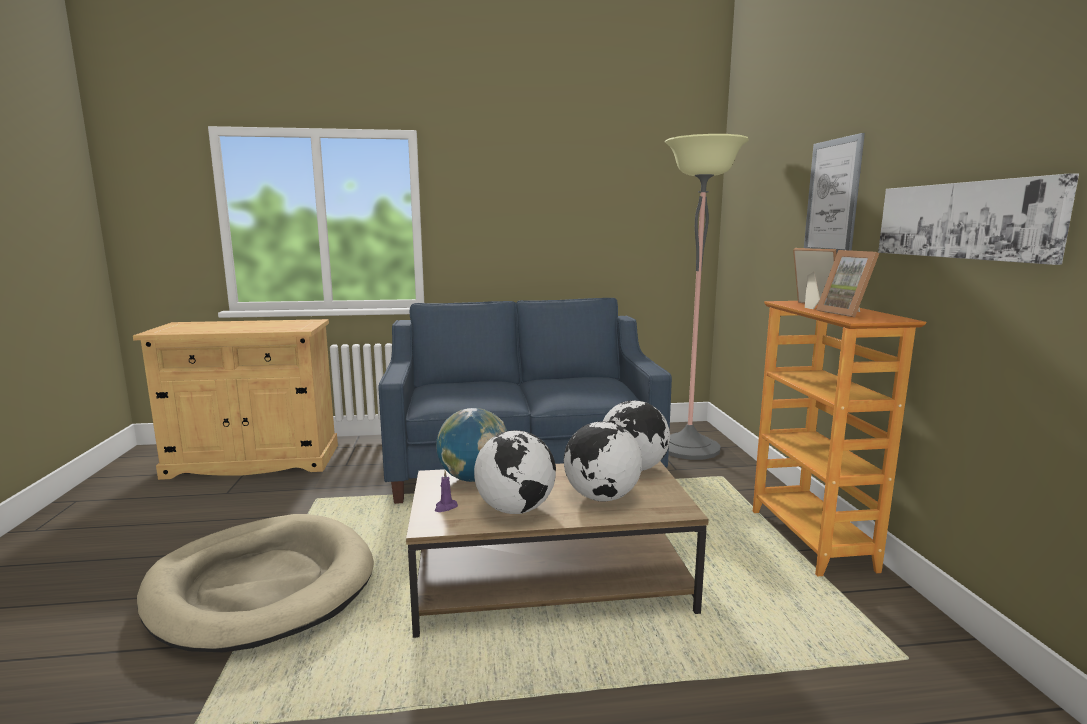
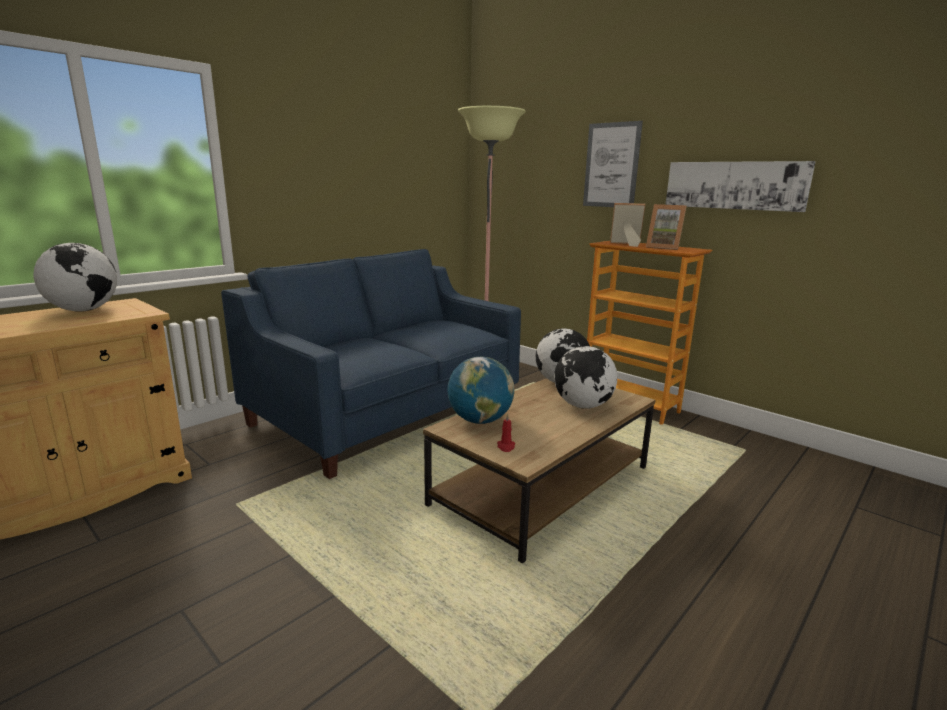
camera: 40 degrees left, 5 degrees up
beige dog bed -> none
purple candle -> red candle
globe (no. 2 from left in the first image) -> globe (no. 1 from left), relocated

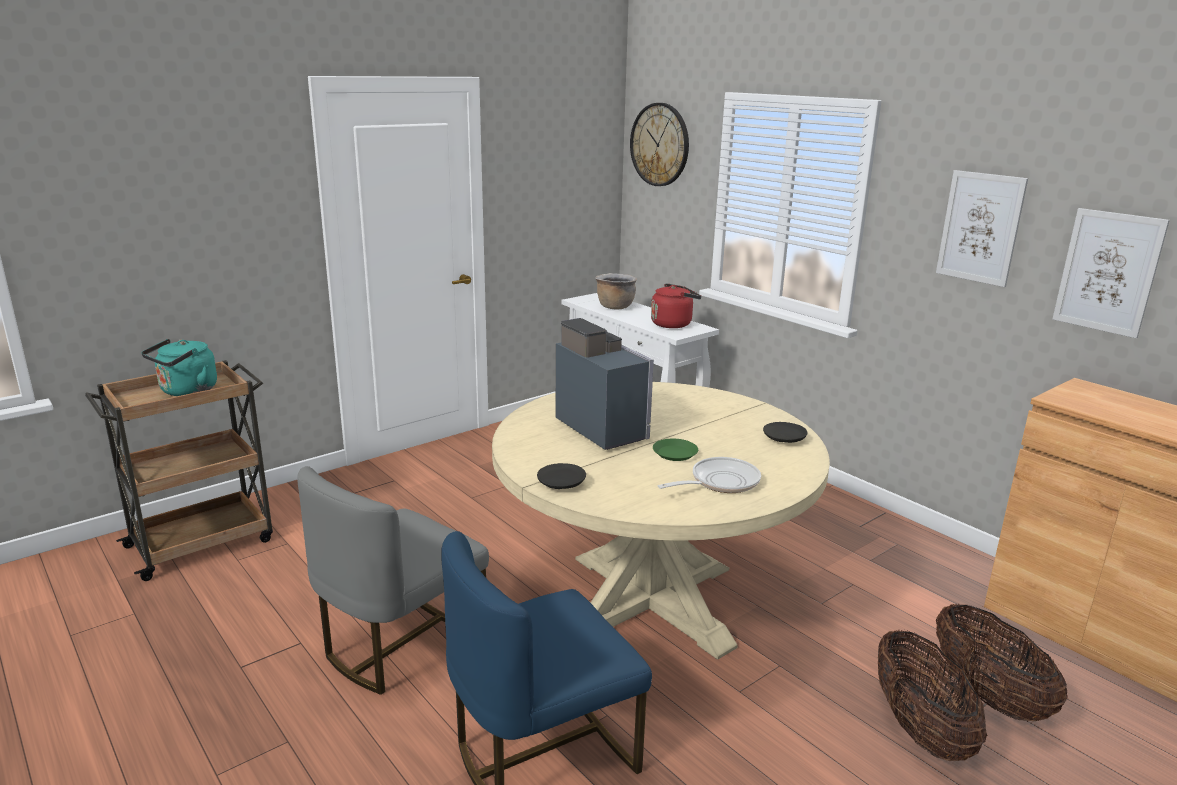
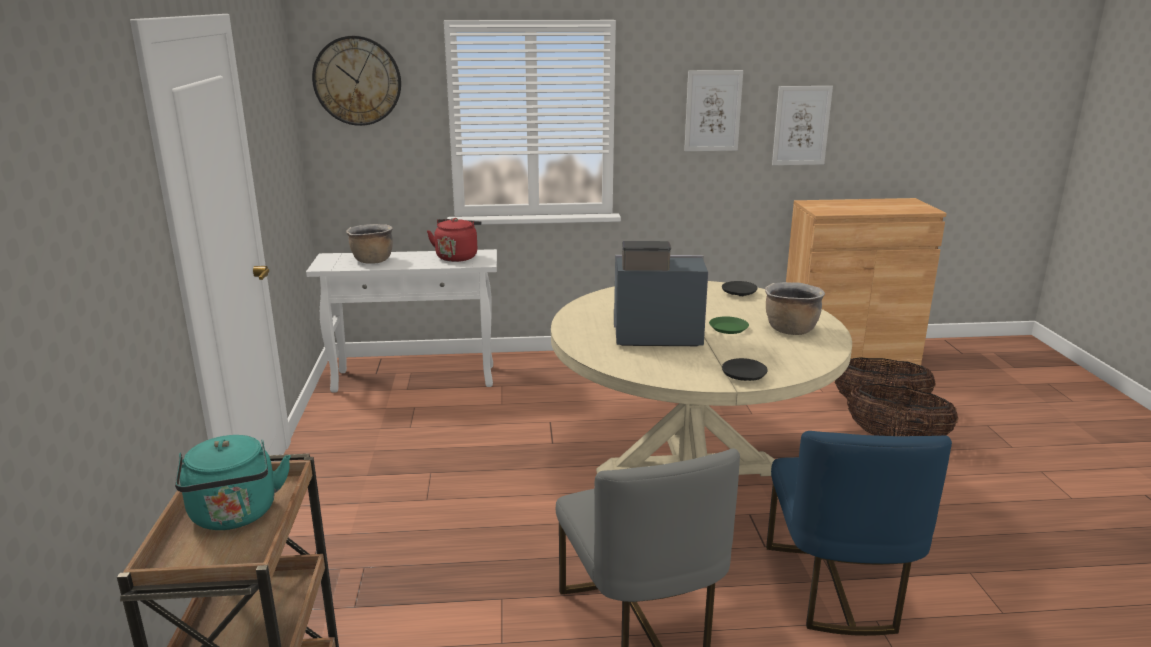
camera: 55 degrees left, 0 degrees up
frying pan -> brown cooking pot (no. 2 from left)

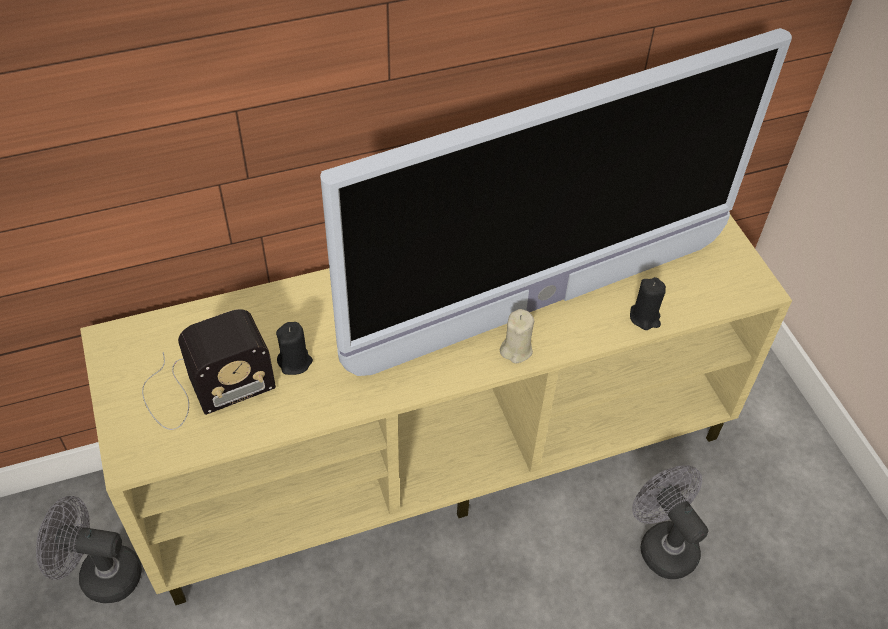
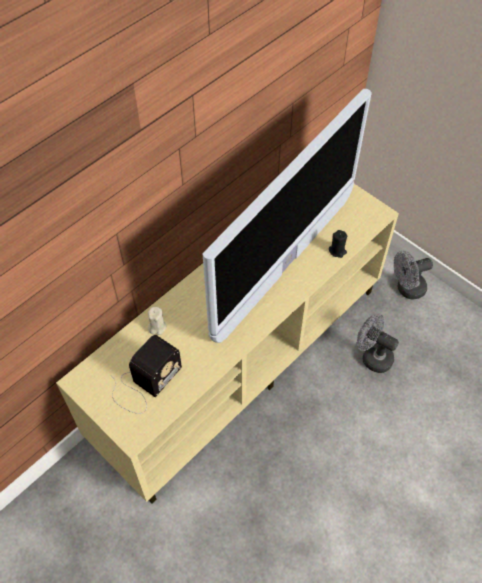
camera: 25 degrees left, 5 degrees up
grey fan (no. 1 from left in the first image) -> grey fan (no. 2 from left), relocated
black candle (no. 1 from left) -> none
beige candle, relocated

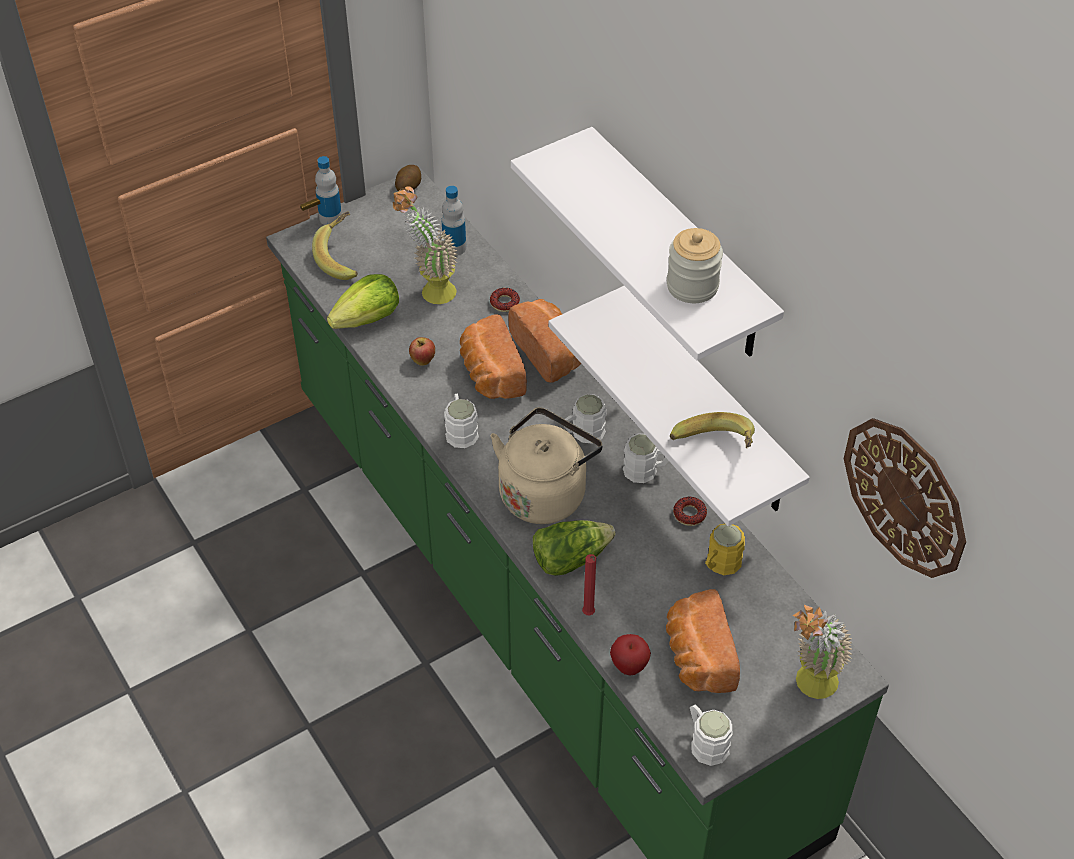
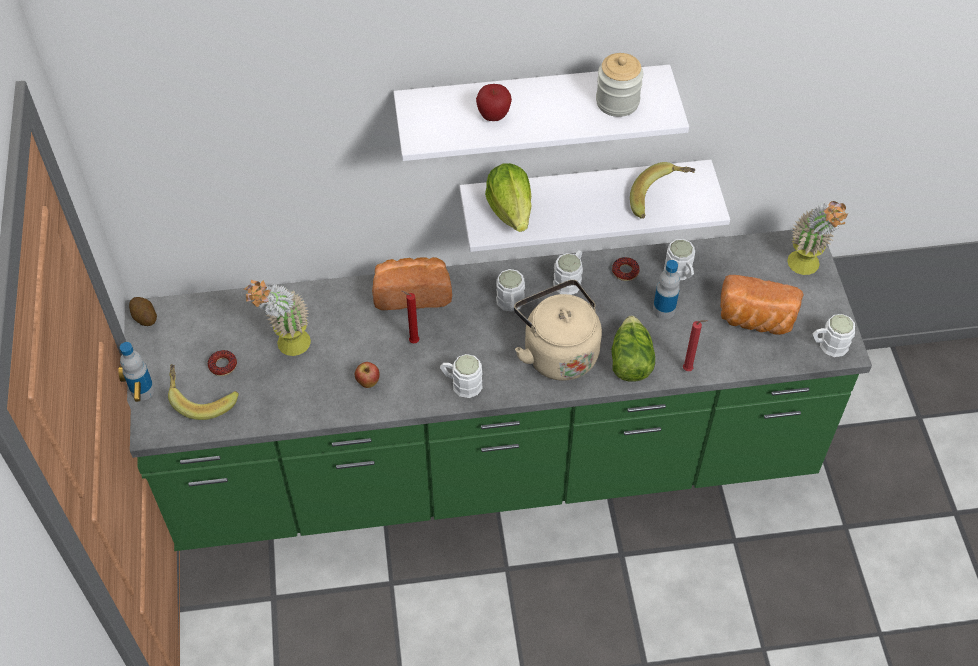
camera: 65 degrees left, 5 degrees up
lettuce (no. 1 from left), relocated
bottle (no. 2 from left), relocated
bread (no. 1 from left) -> red candle (no. 1 from left)
donut (no. 1 from left), relocated
apple (no. 2 from left), relocated
yellow mug -> white mug (no. 4 from left)
wall clock -> none

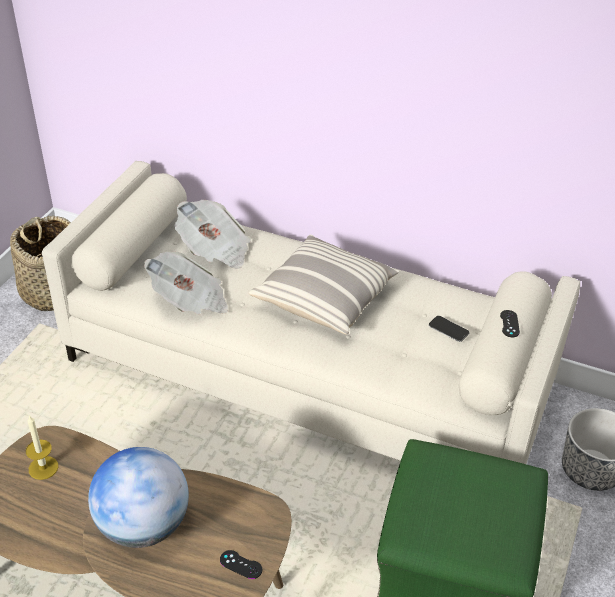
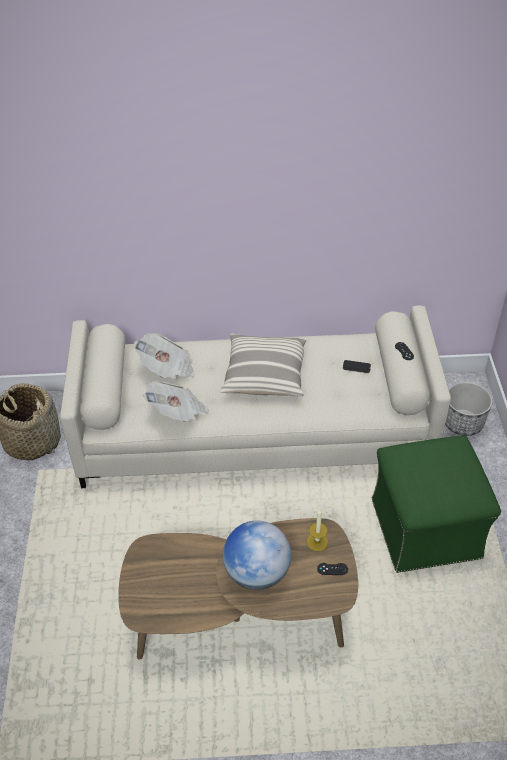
camera: 25 degrees left, 5 degrees up
candle, relocated

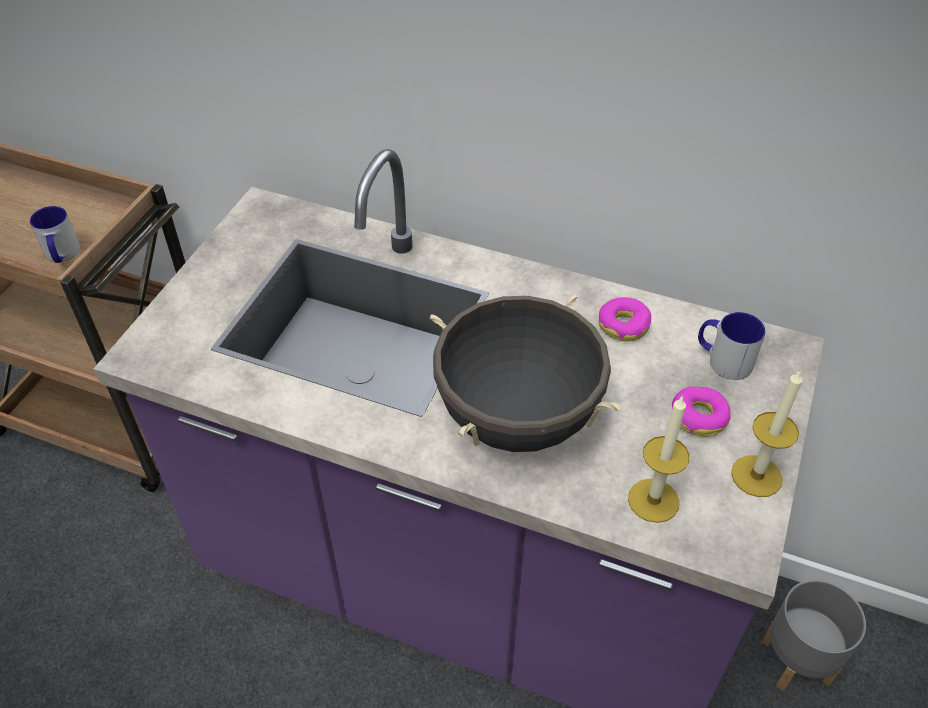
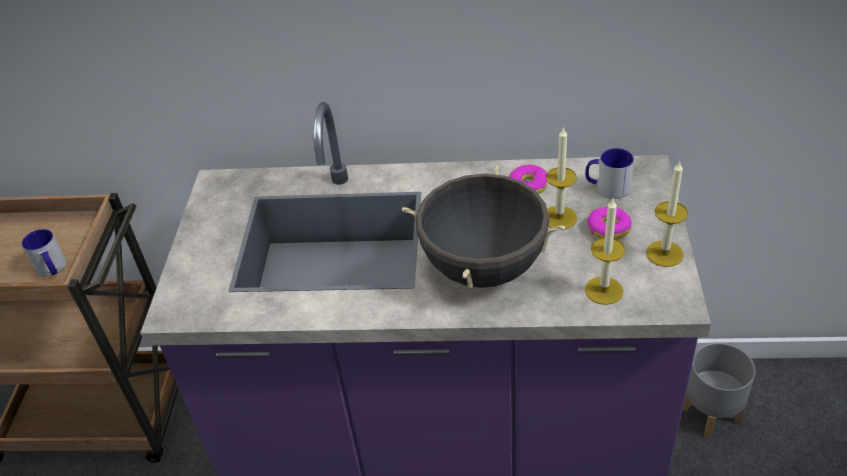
camera: 15 degrees left, 5 degrees down
none -> candle (no. 1 from left)

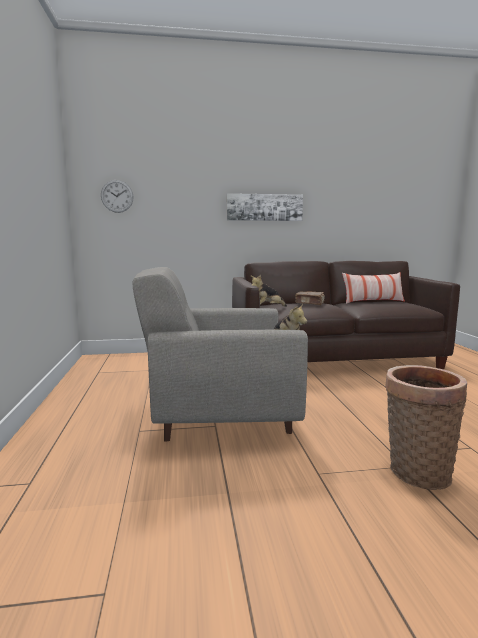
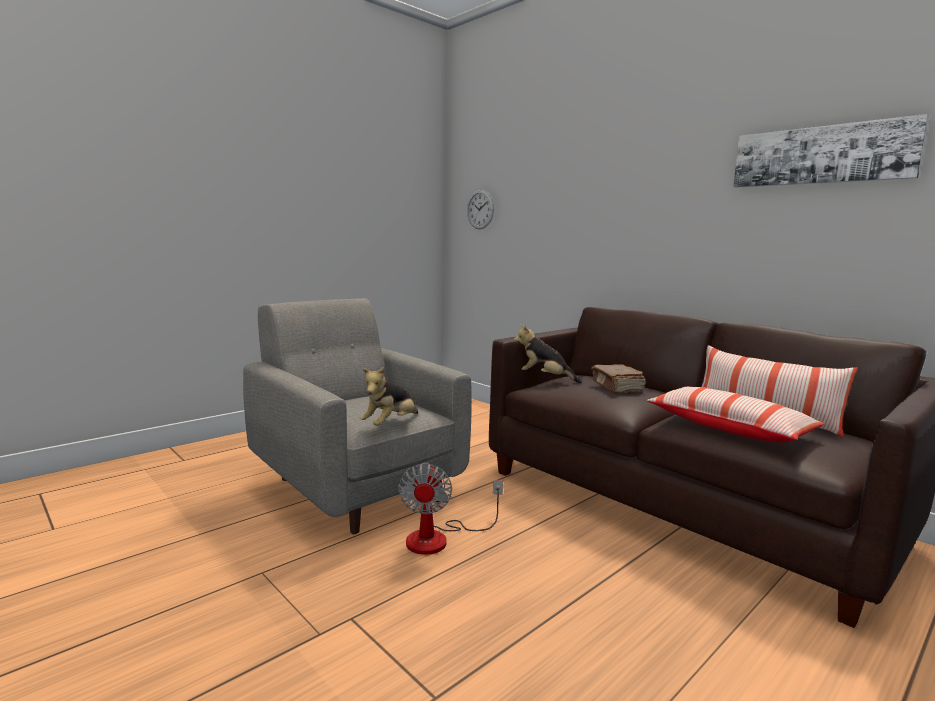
camera: 55 degrees right, 0 degrees up
picture, relocated
basket -> none
none -> fan
none -> pillow (no. 1 from left)

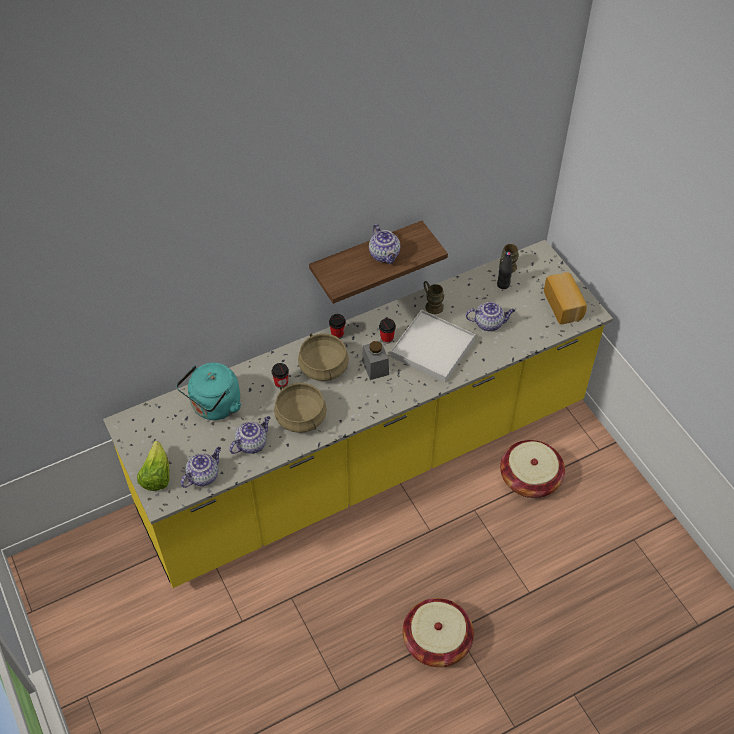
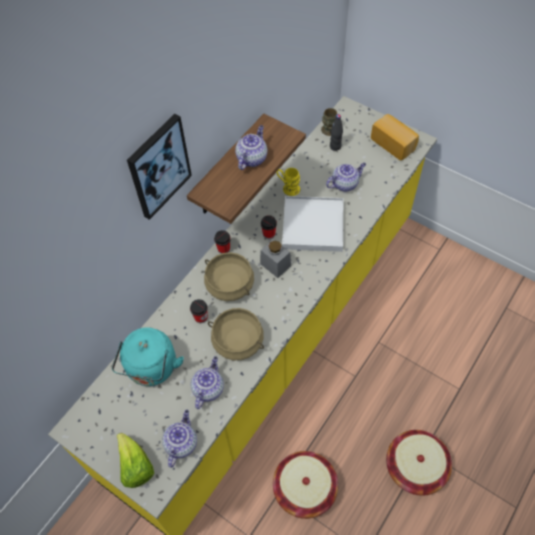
camera: 25 degrees left, 5 degrees up
teapot (no. 3 from left), 105 degrees counterclockwise
brown mug (no. 1 from left) -> yellow mug
basket (no. 2 from left in the first image) -> basket (no. 1 from left), relocated
none -> picture

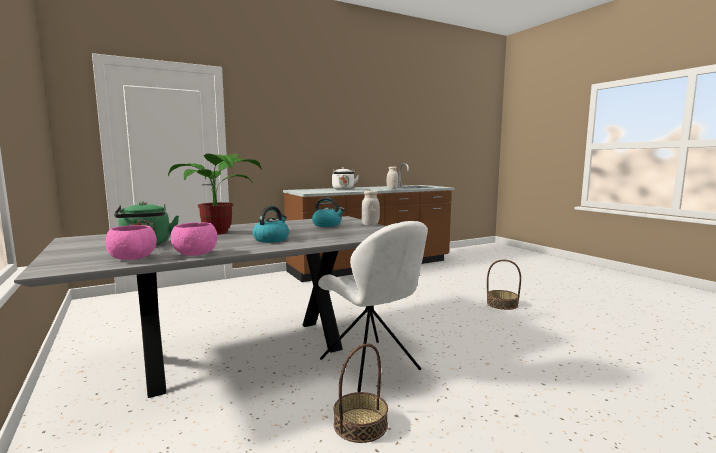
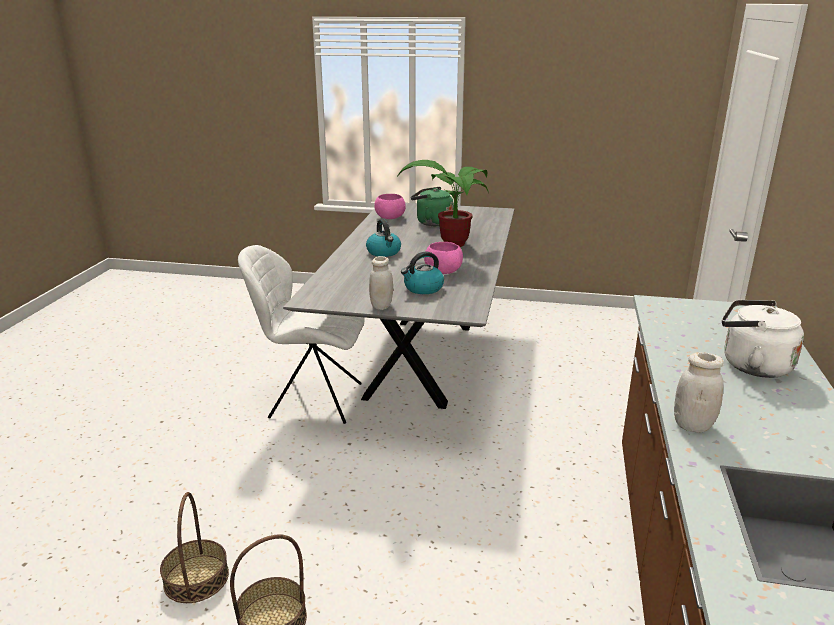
camera: 130 degrees right, 15 degrees up
pink bowl (no. 2 from left), relocated
basket (no. 1 from left), relocated

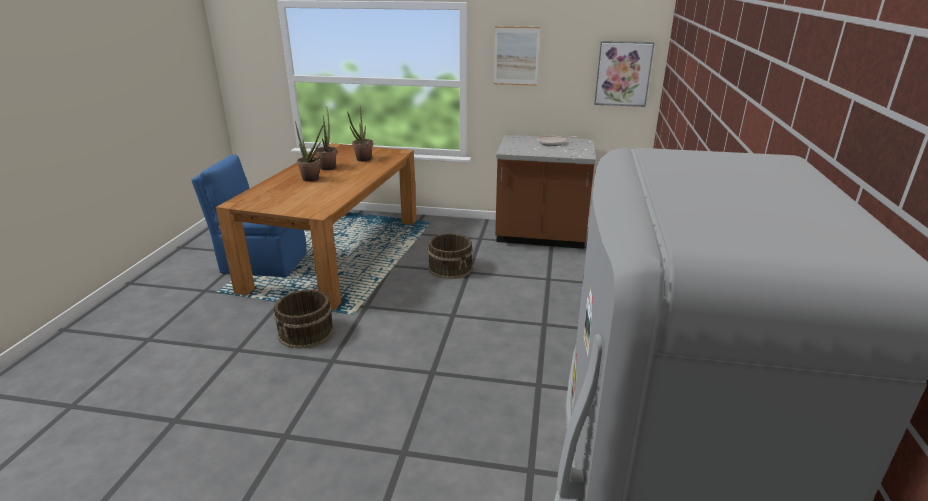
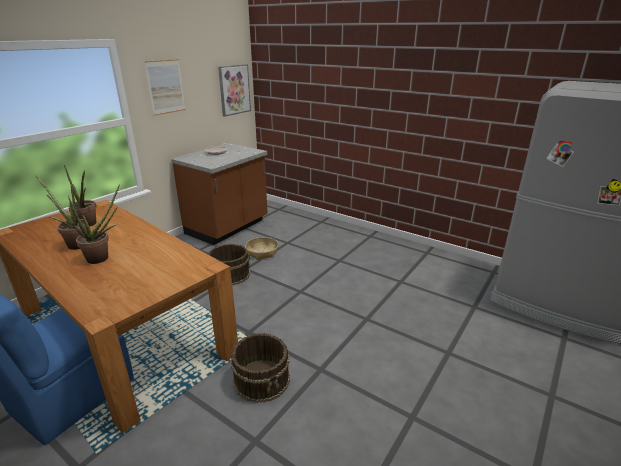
camera: 65 degrees left, 0 degrees up
none -> basket

